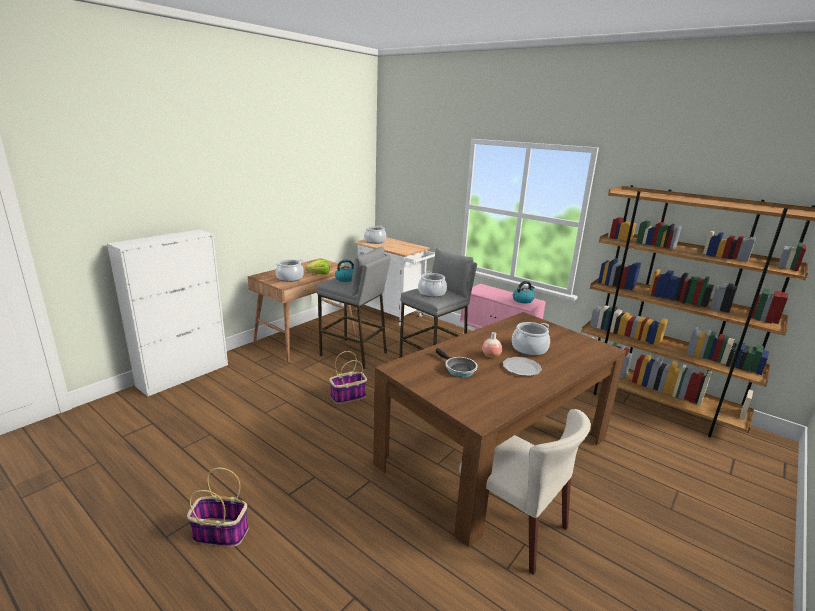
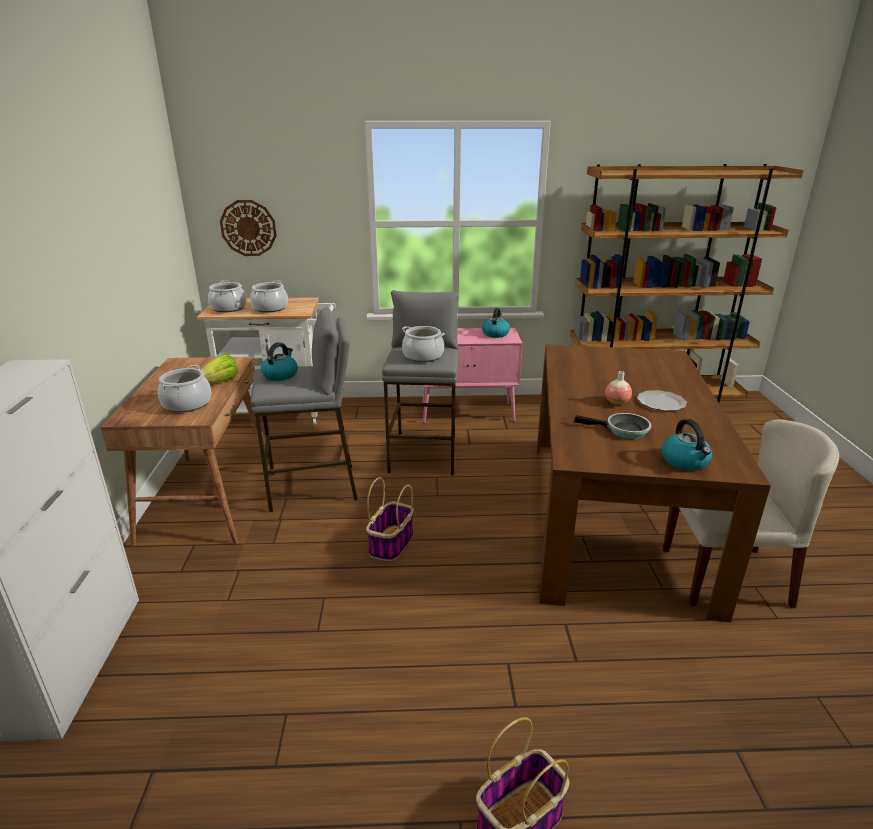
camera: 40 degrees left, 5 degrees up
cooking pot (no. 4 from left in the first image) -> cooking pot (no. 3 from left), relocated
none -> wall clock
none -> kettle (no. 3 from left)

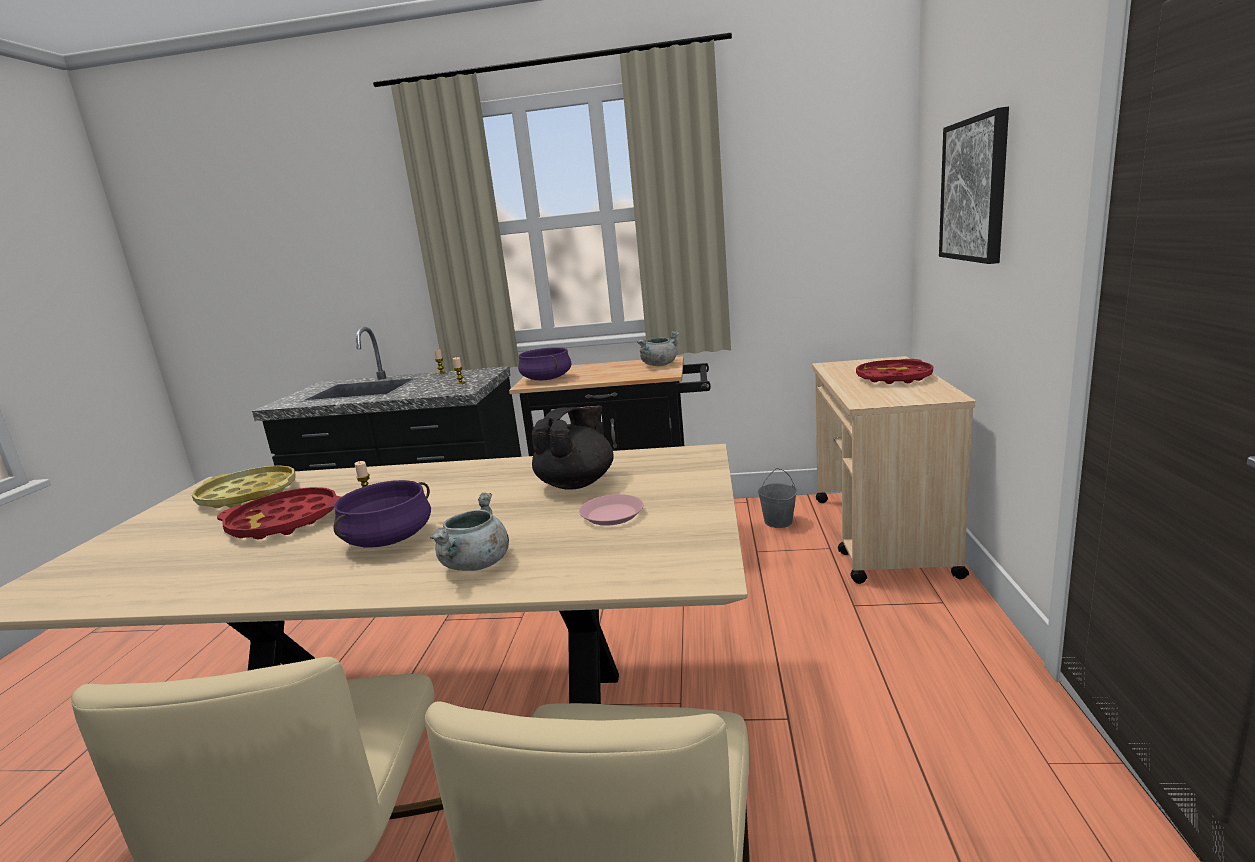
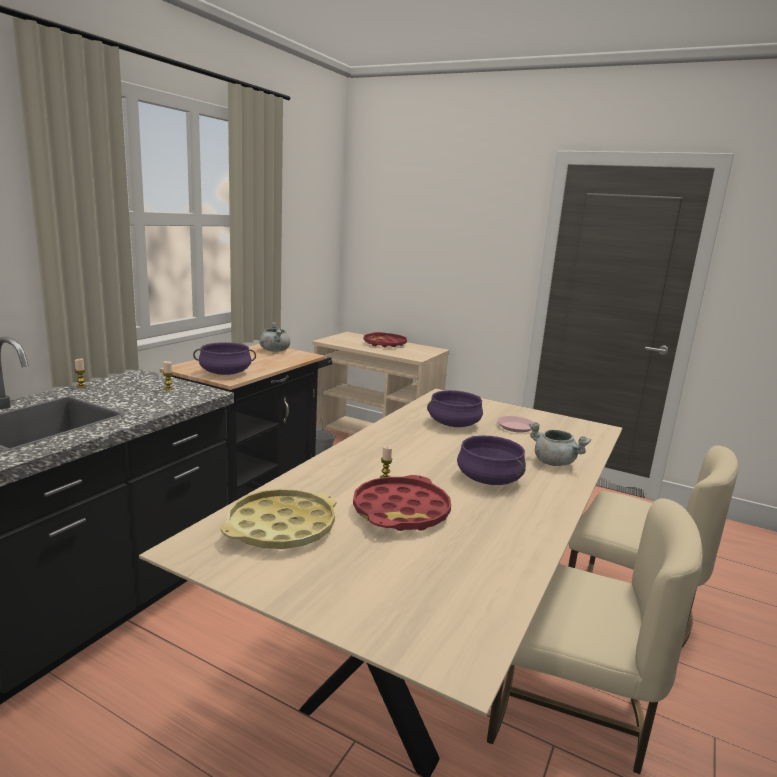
camera: 70 degrees left, 0 degrees up
black teapot -> purple cooking pot (no. 2 from left)
picture -> none

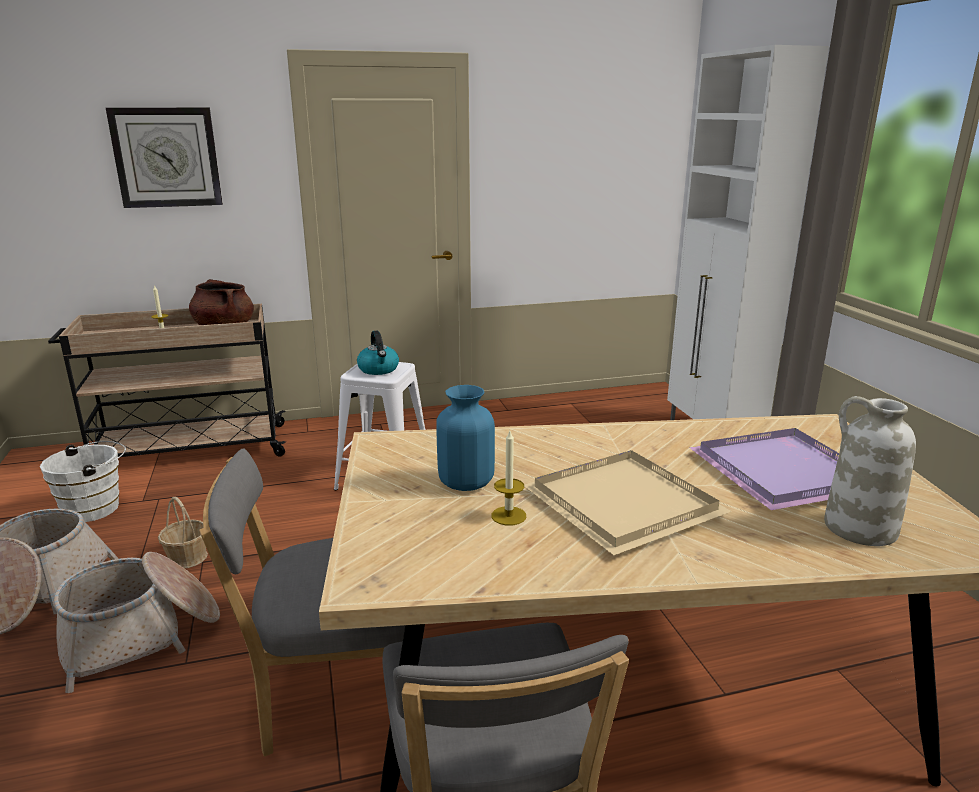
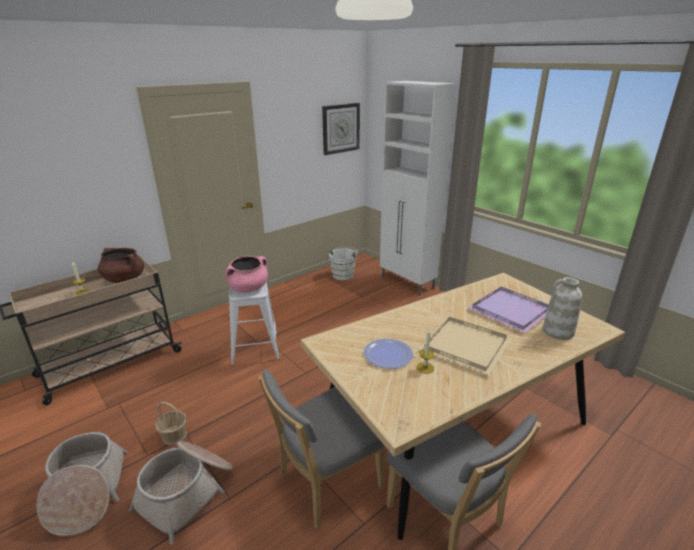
camera: 25 degrees left, 5 degrees up
white bucket, relocated
wall clock, relocated
kettle -> pink cooking pot
blue vase -> plate

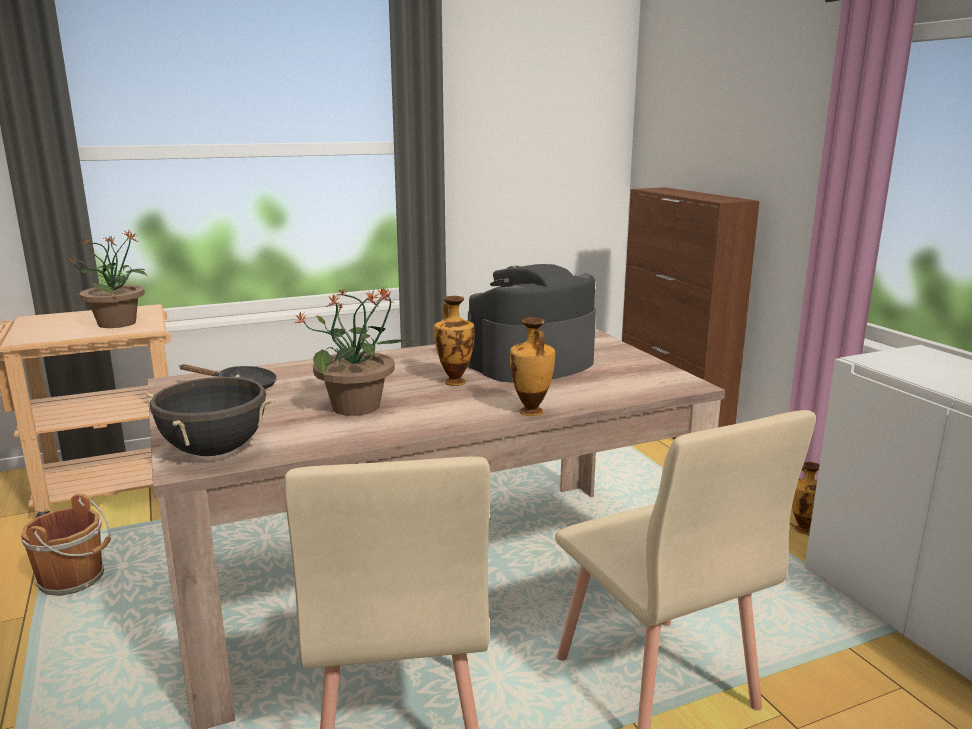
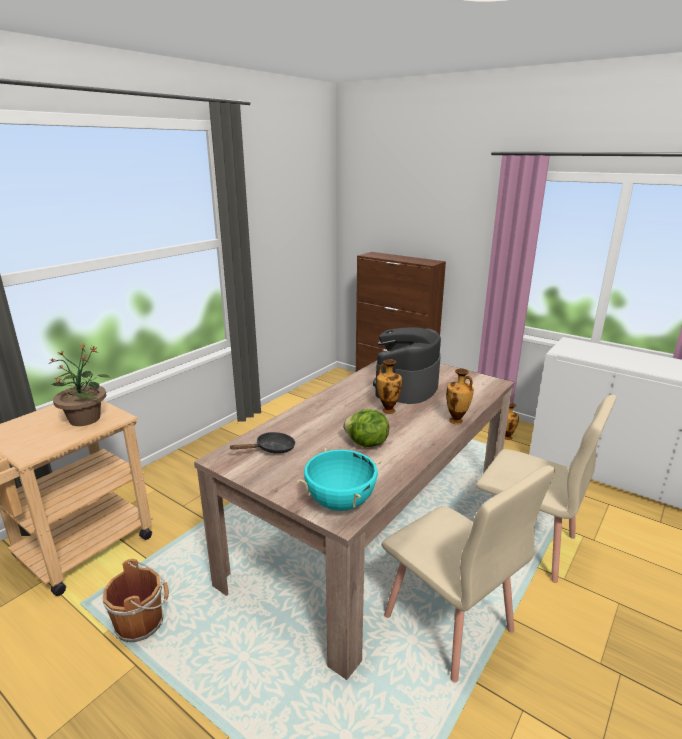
camera: 30 degrees left, 5 degrees up
black cooking pot -> turquoise cooking pot
potted plant (no. 2 from left) -> lettuce

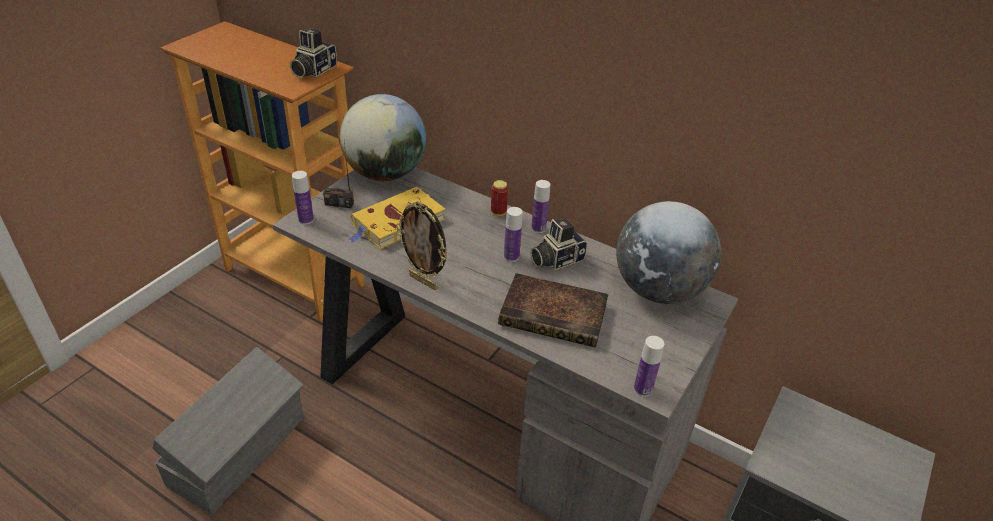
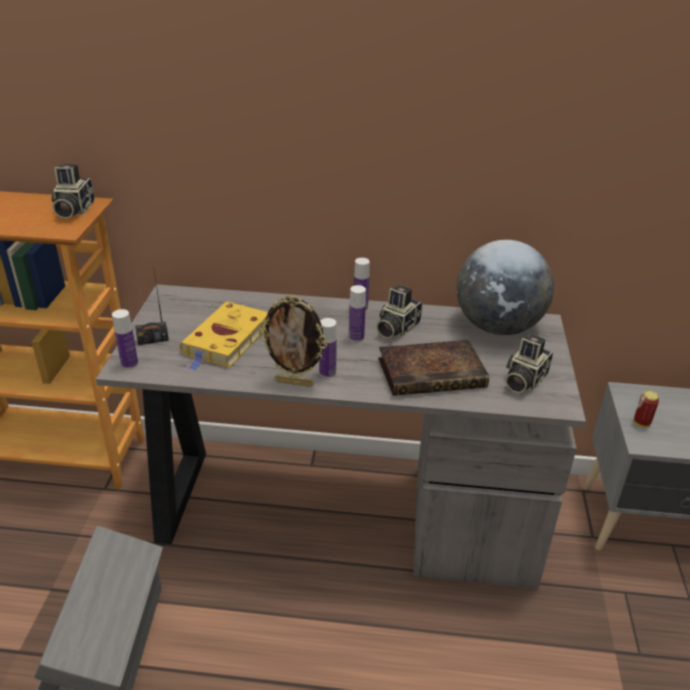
camera: 25 degrees left, 5 degrees down
globe (no. 1 from left) -> none
can, relocated
bottle (no. 4 from left in the first image) -> bottle (no. 2 from left), relocated
none -> photo camera (no. 3 from left)

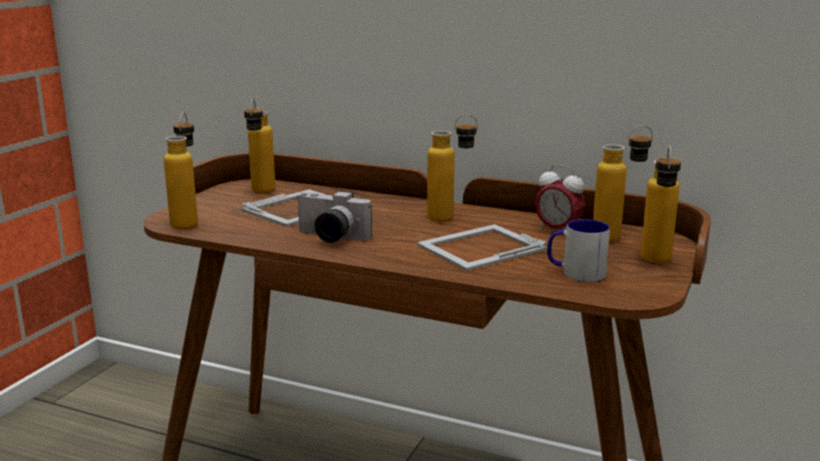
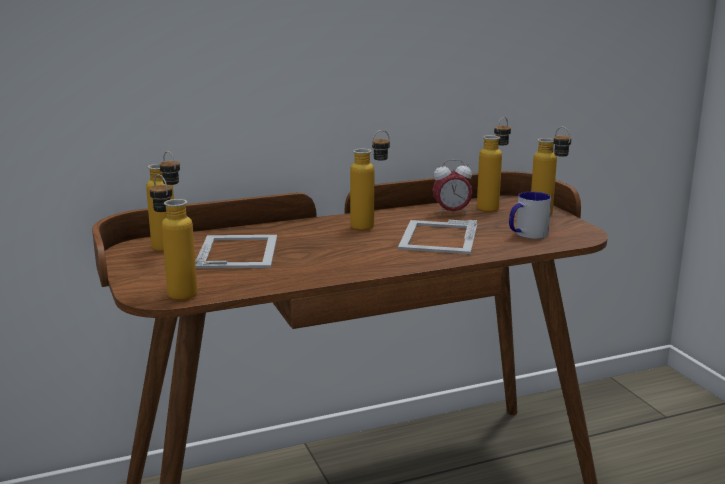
camera: 45 degrees left, 0 degrees up
photo camera -> none

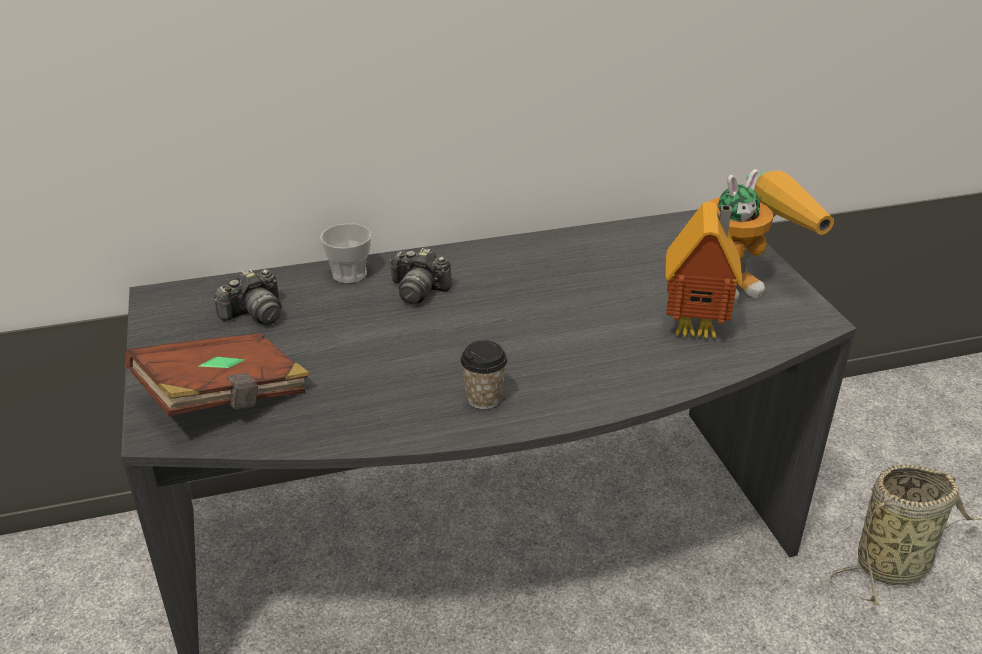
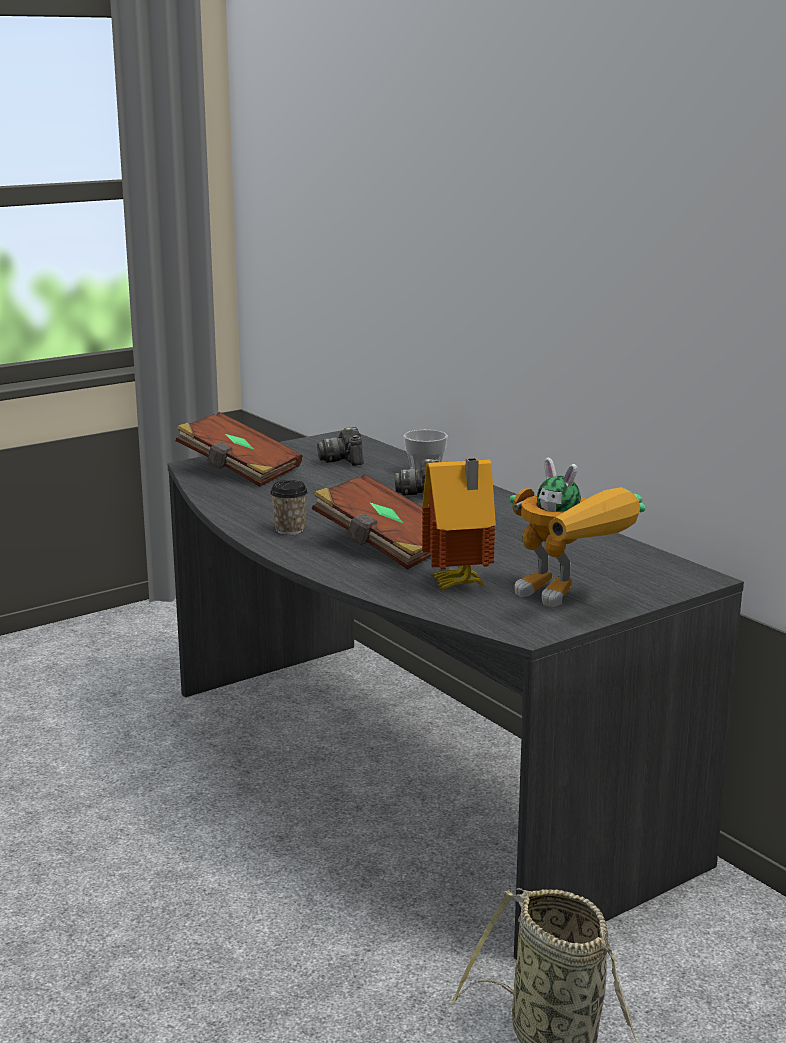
camera: 70 degrees right, 15 degrees down
photo camera (no. 1 from left), 45 degrees clockwise
none -> brown book (no. 2 from left)

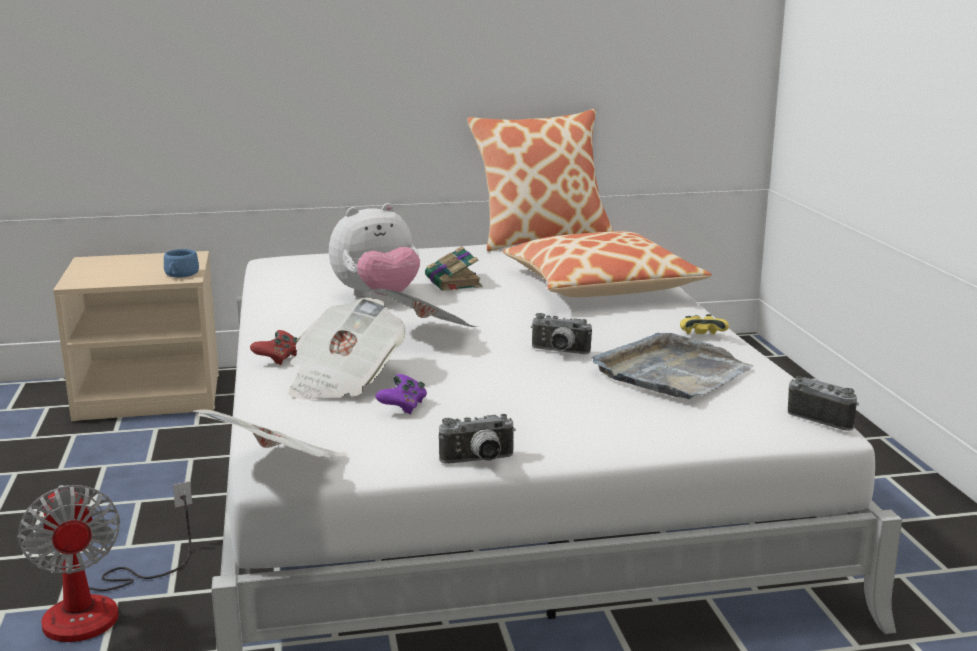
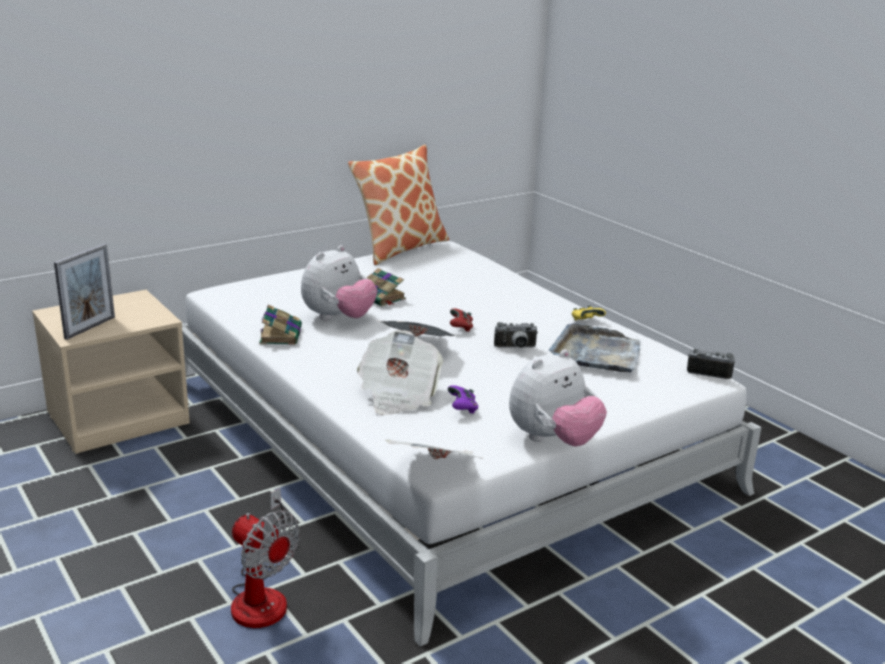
camera: 25 degrees left, 5 degrees up
blue cup -> none
red game controller, relocated
photo camera (no. 1 from left) -> plush toy (no. 2 from left)
pillow (no. 2 from left) -> none
none -> picture frame
none -> book (no. 1 from left)

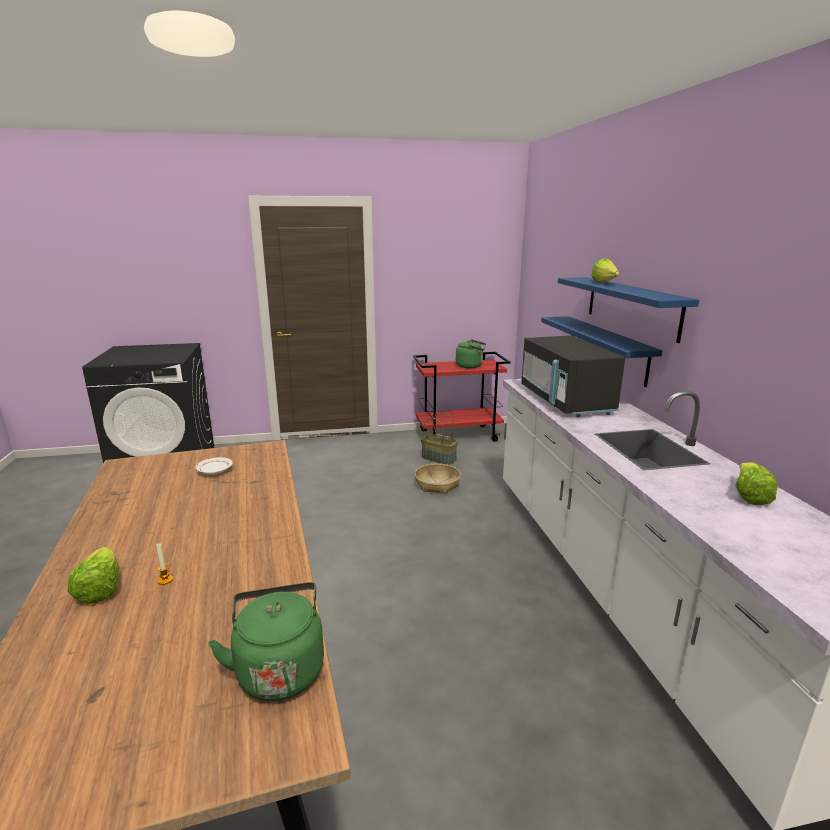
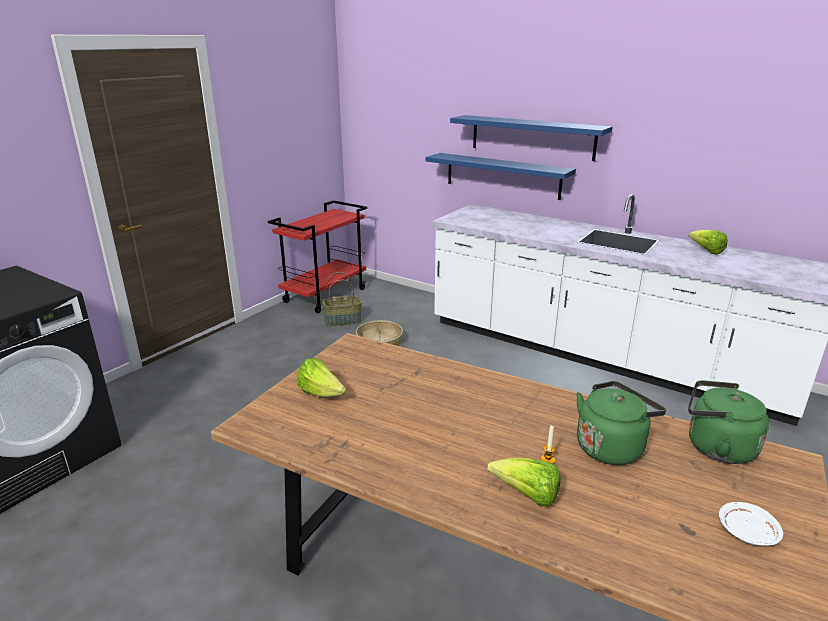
camera: 45 degrees left, 5 degrees up
white plate, relocated
green kettle (no. 2 from left in the first image) -> green kettle (no. 1 from left), relocated
black microwave -> none
lettuce (no. 2 from left in the first image) -> lettuce (no. 1 from left), relocated

